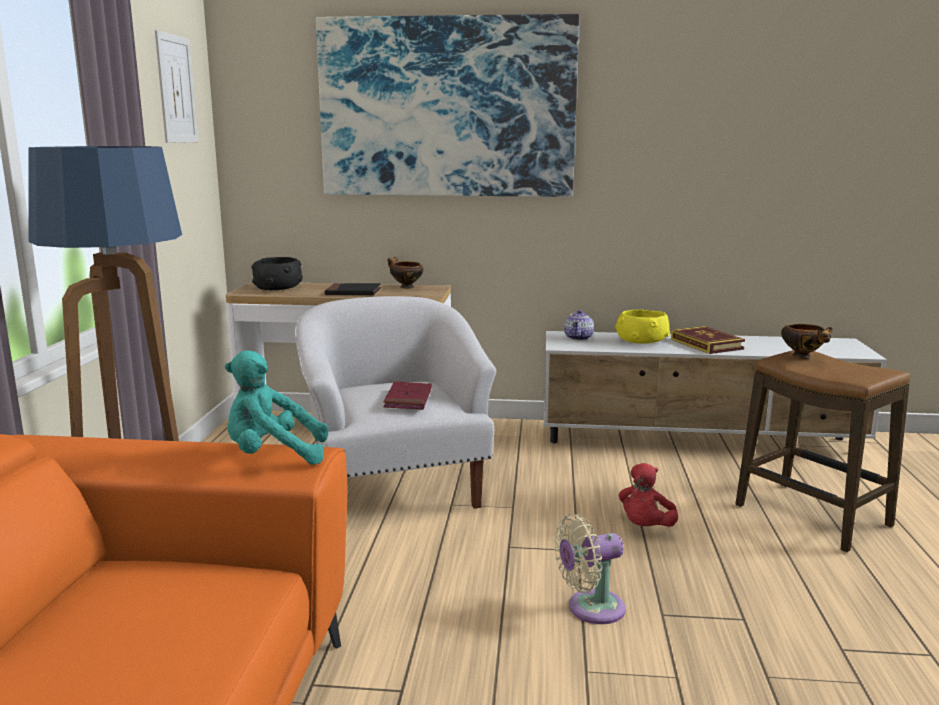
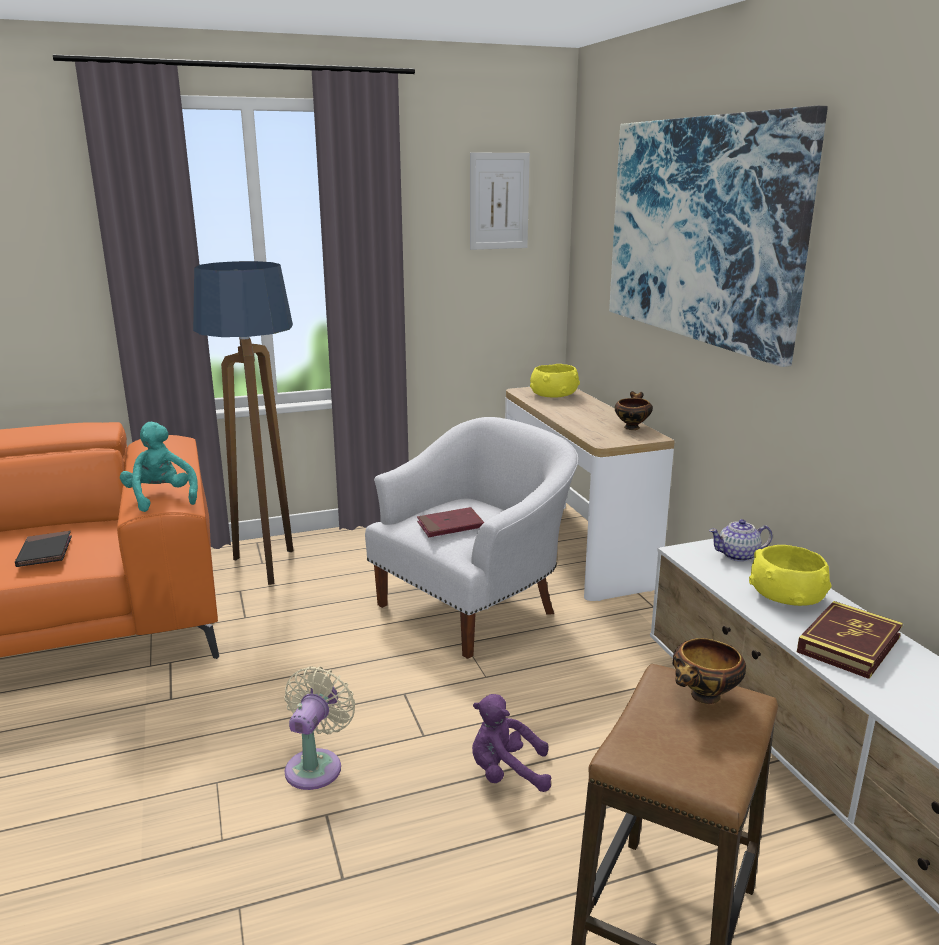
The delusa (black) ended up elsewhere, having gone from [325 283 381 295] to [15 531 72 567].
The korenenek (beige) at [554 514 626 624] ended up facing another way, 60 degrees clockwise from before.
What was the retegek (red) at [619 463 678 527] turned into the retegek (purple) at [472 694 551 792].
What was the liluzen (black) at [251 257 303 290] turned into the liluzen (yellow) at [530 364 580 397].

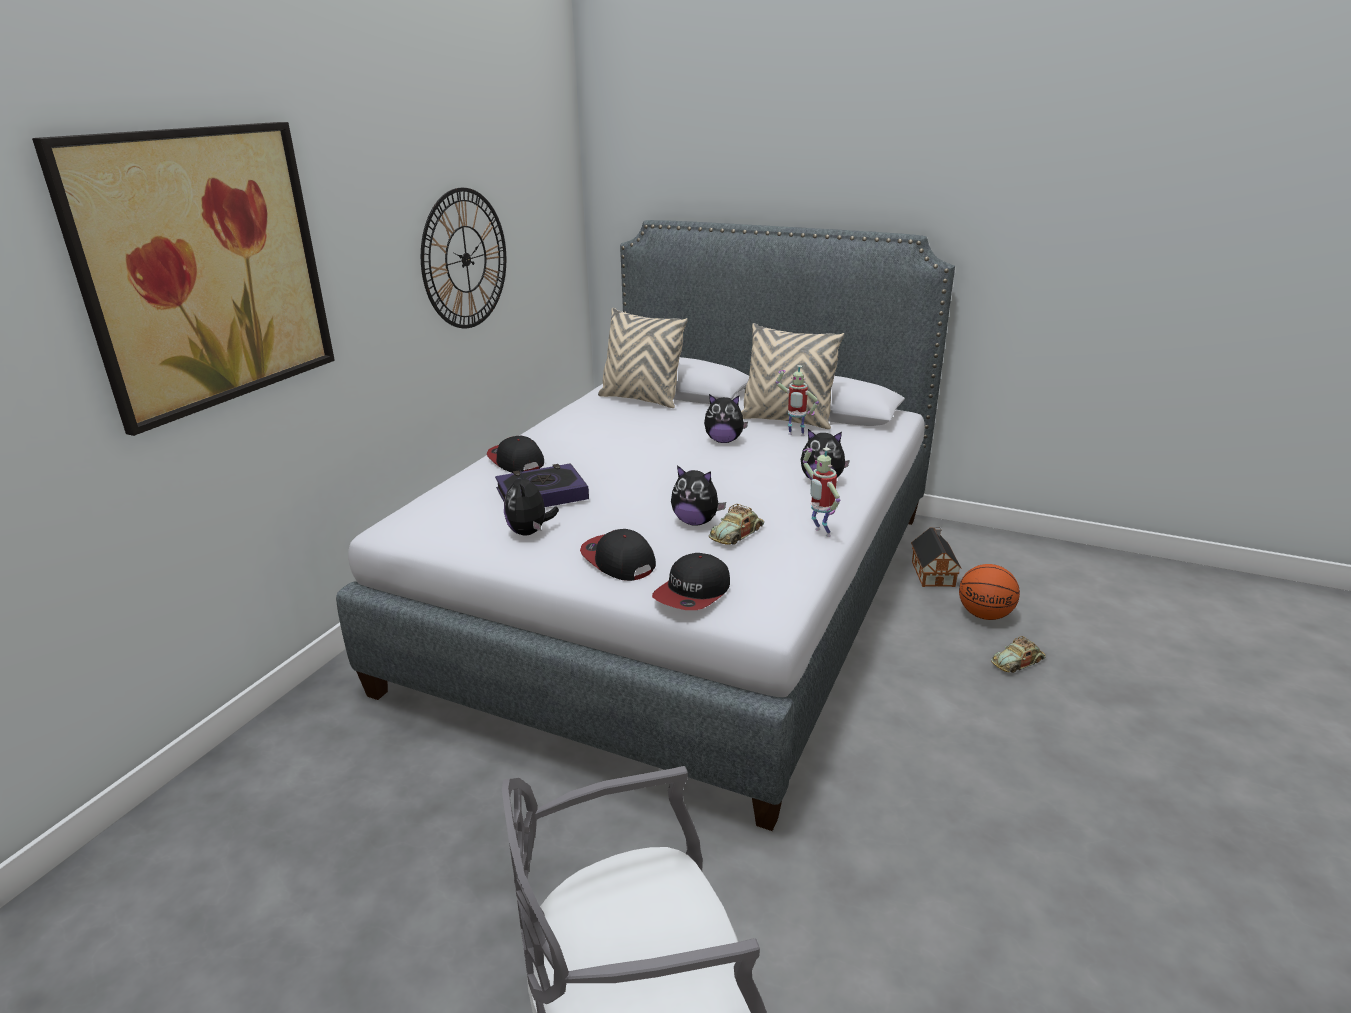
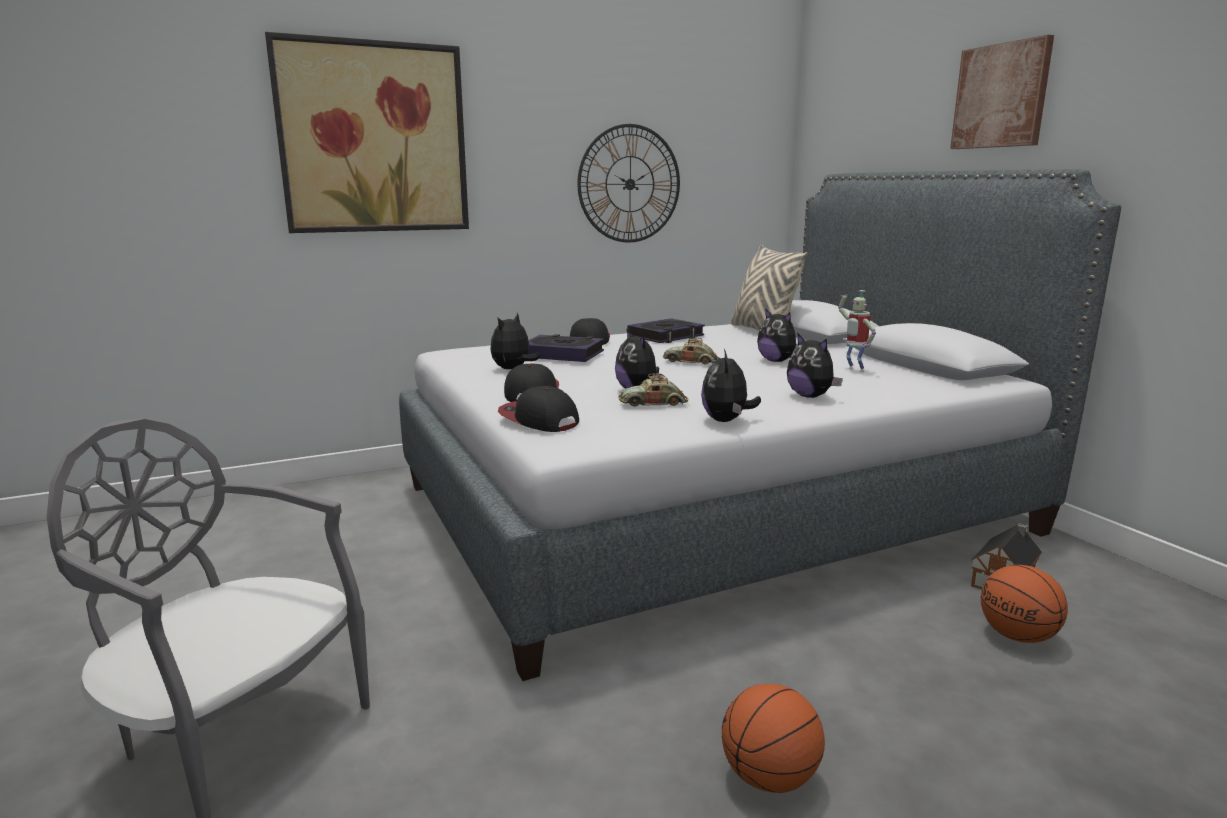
The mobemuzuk at [652 553 730 610] ended up facing another way, 60 degrees clockwise from before.
The second view gained the delusa at [627 318 705 343].
The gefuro ended up elsewhere, having gone from [991 636 1046 673] to [663 337 719 364].
Where the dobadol stood at [803 447 840 537], the retegek came to stand at [701 349 761 422].
The second view gained the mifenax at [722 684 825 793].
The second view gained the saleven at [950 35 1054 149].
The second view lost the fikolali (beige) at [741 323 844 429].

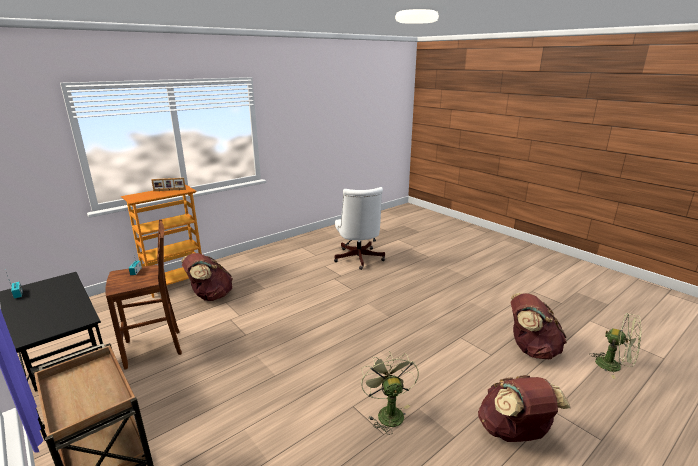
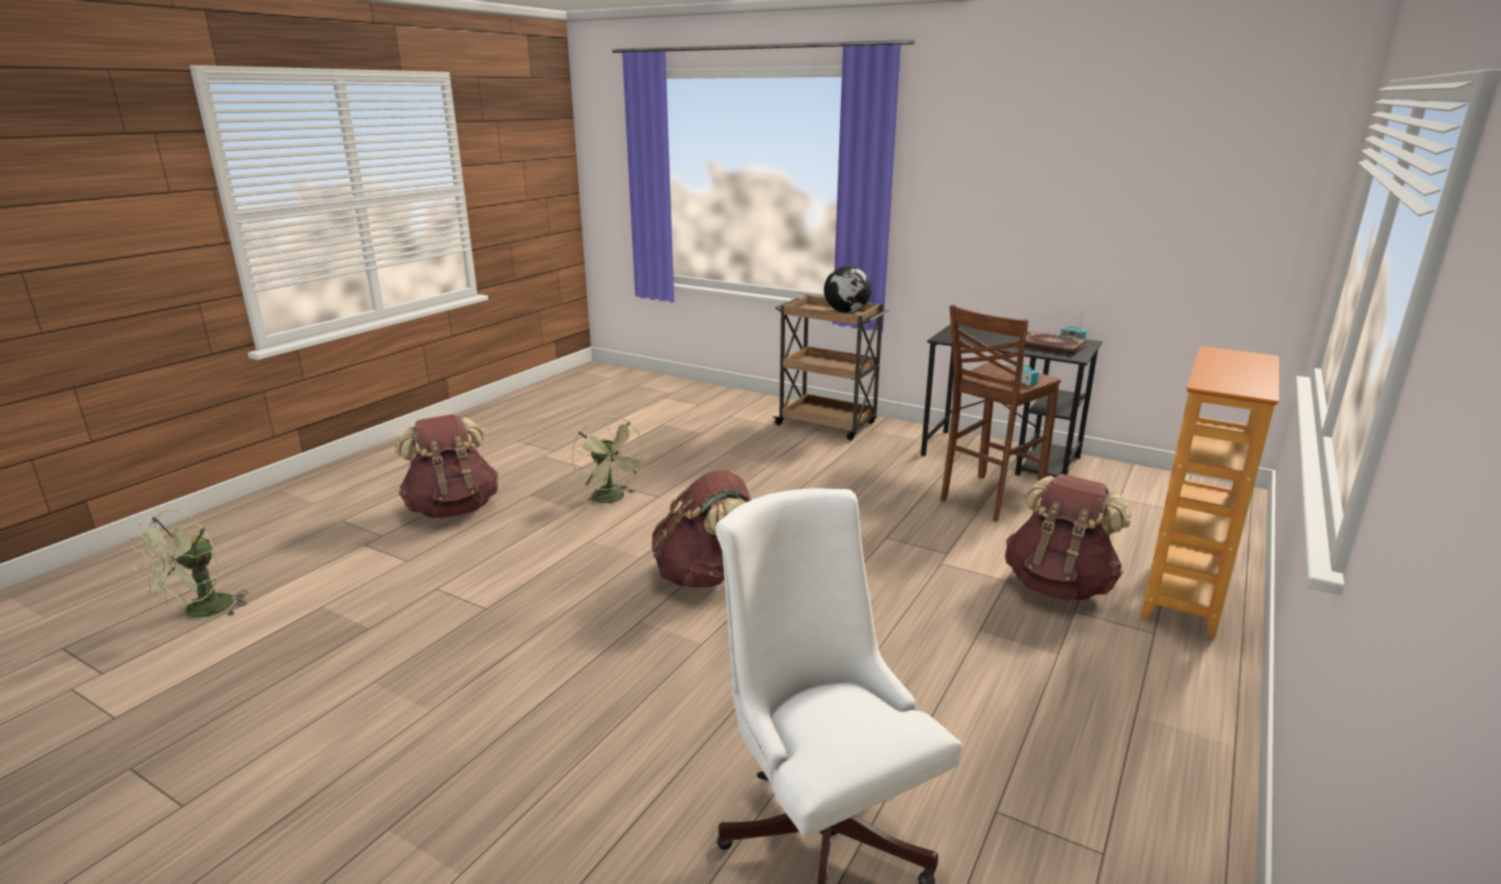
The korenenek (green) at [589 313 642 379] ended up facing another way, 90 degrees counterclockwise from before.
The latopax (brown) ended up elsewhere, having gone from [511 293 567 359] to [652 470 751 587].
The second view gained the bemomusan at [824 266 872 313].
The second view gained the delusa at [1019 331 1088 355].
The second view lost the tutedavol at [151 178 186 191].

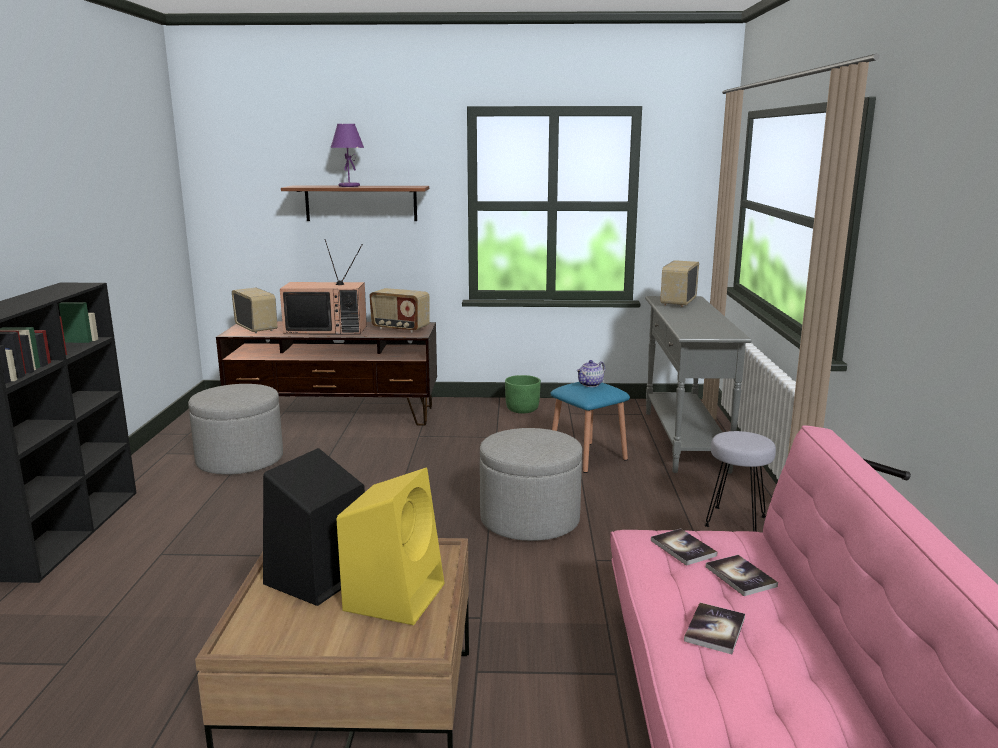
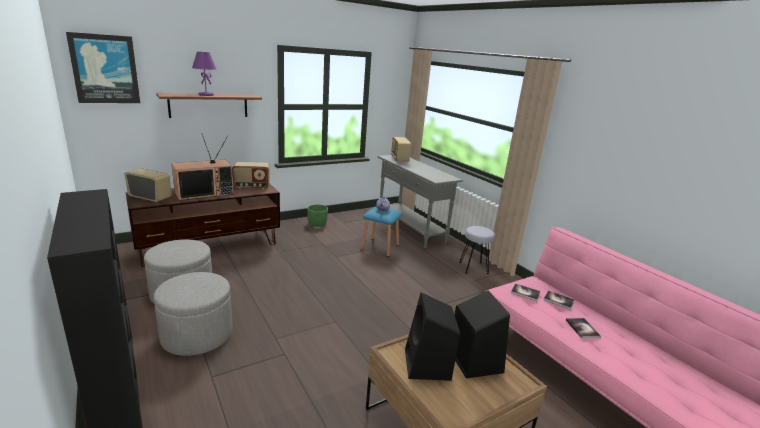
The second view gained the saleven at [66 32 140 103].
The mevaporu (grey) ended up elsewhere, having gone from [480 428 582 541] to [154 272 232 356].
What was the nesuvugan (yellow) at [337 468 444 625] turned into the nesuvugan (black) at [455 290 510 378].

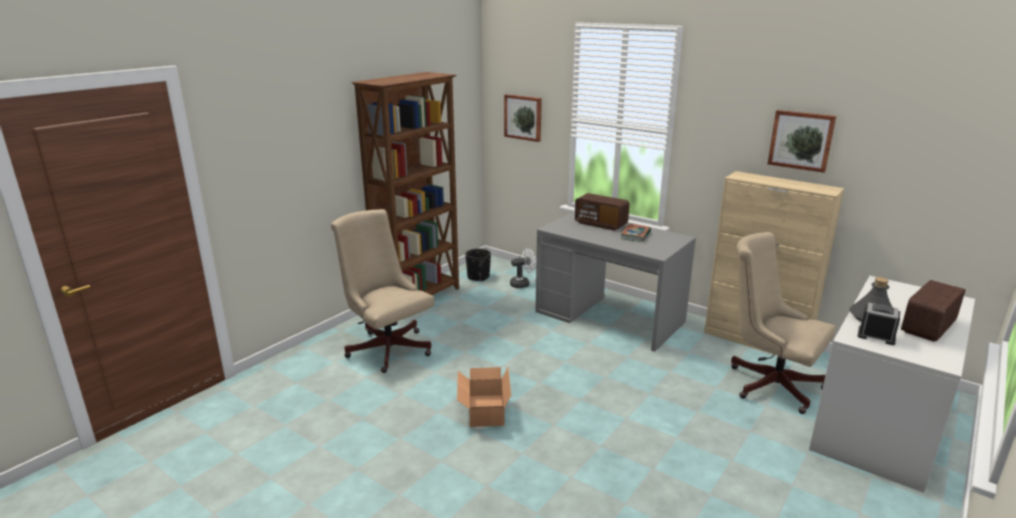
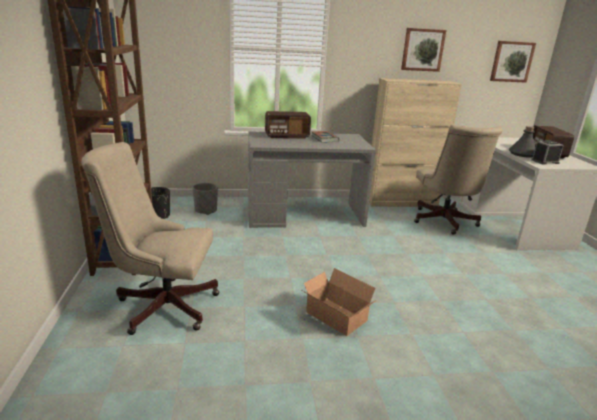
Where the korenenek (white) stood at [510 248 536 288], the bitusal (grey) came to stand at [192 183 218 215].
The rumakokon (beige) at [731 232 836 414] ended up facing another way, 90 degrees counterclockwise from before.
The saleven ended up elsewhere, having gone from [504 94 542 142] to [490 41 536 83].

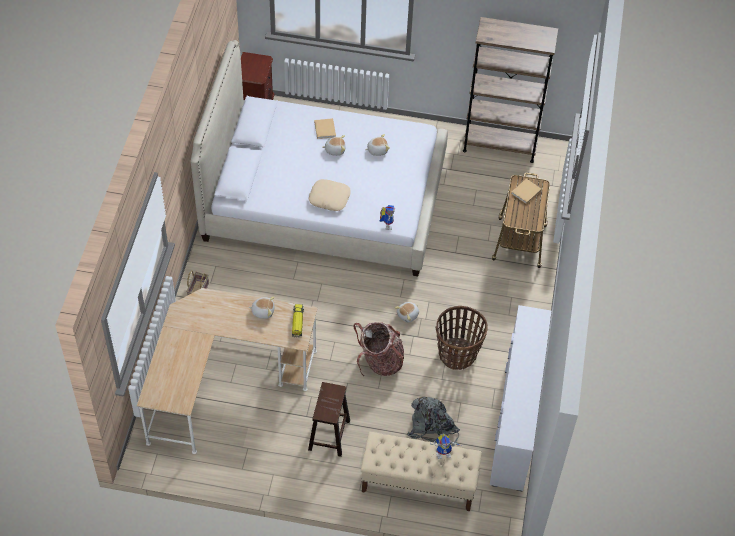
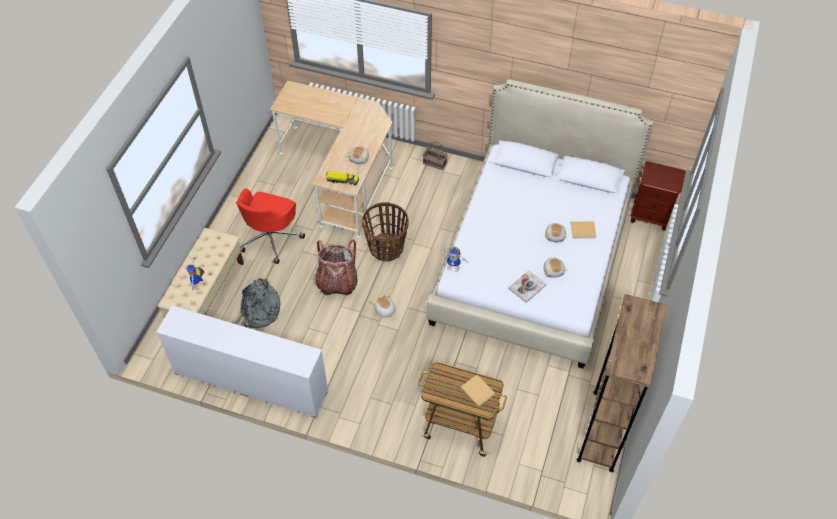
Where the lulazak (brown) stood at [308 382 350 457], the rumakokon (red) came to stand at [236 188 305 264].
The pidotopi ended up elsewhere, having gone from [436 306 488 370] to [362 202 409 262].
The second view gained the delusa at [508 270 547 303].
The second view lost the fikolali (beige) at [308 179 351 211].

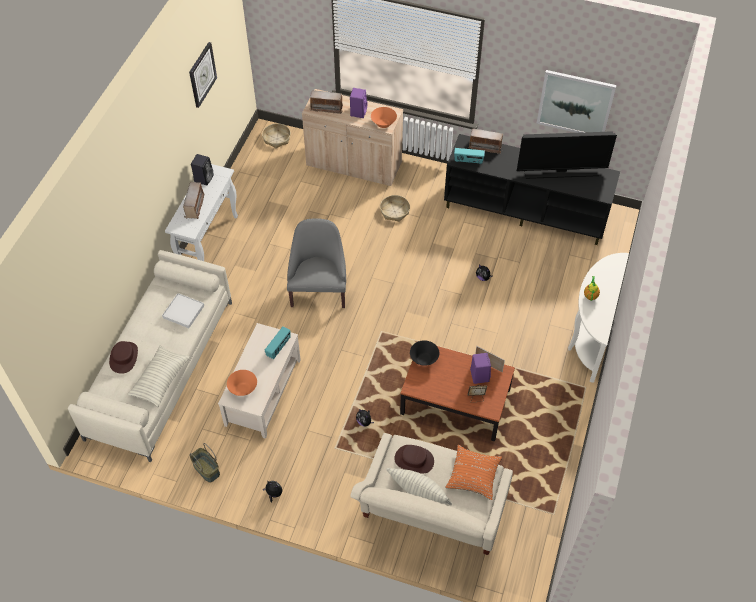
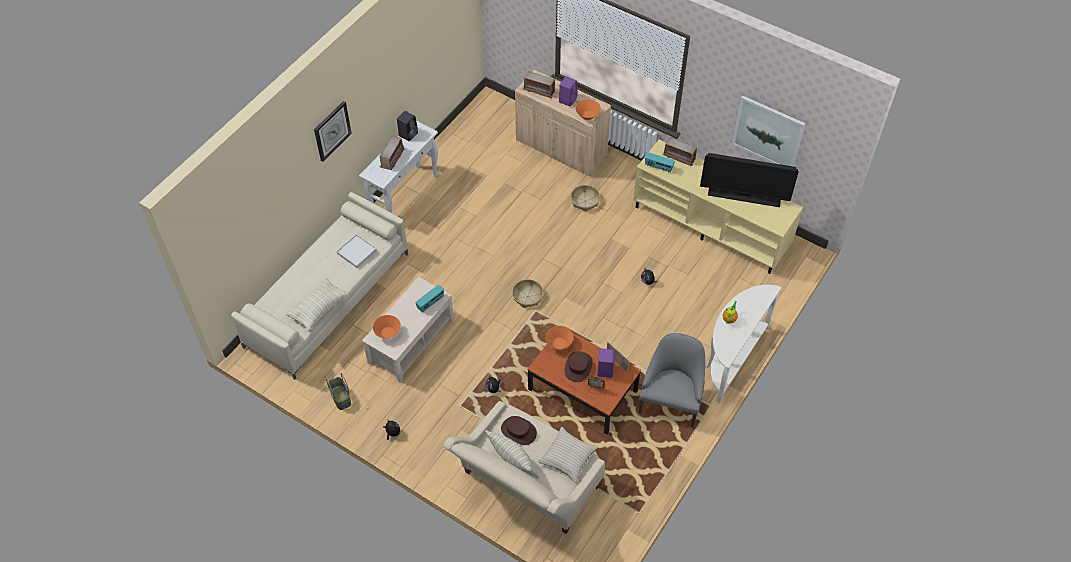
The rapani ended up elsewhere, having gone from [189 42 217 108] to [314 101 352 162].
The pidotopi ended up elsewhere, having gone from [262 123 291 148] to [512 279 543 308].
What was the fikolali (orange) at [445 445 502 500] turned into the fikolali (beige) at [537 427 598 483].
What was the liluzen (black) at [410 340 439 366] turned into the liluzen (orange) at [545 326 573 349].
The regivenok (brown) ended up elsewhere, having gone from [109 341 138 374] to [565 352 593 382].
What was the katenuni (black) at [444 134 620 245] turned into the katenuni (beige) at [633 139 803 274].
The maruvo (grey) ended up elsewhere, having gone from [287 218 346 308] to [639 333 705 427].

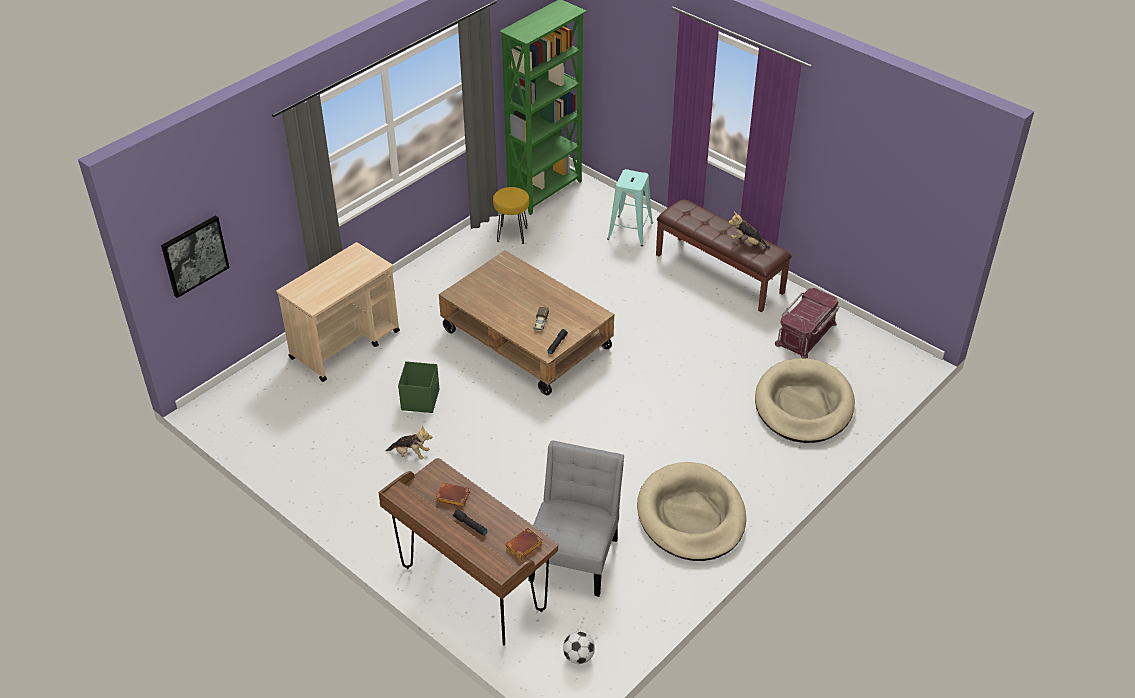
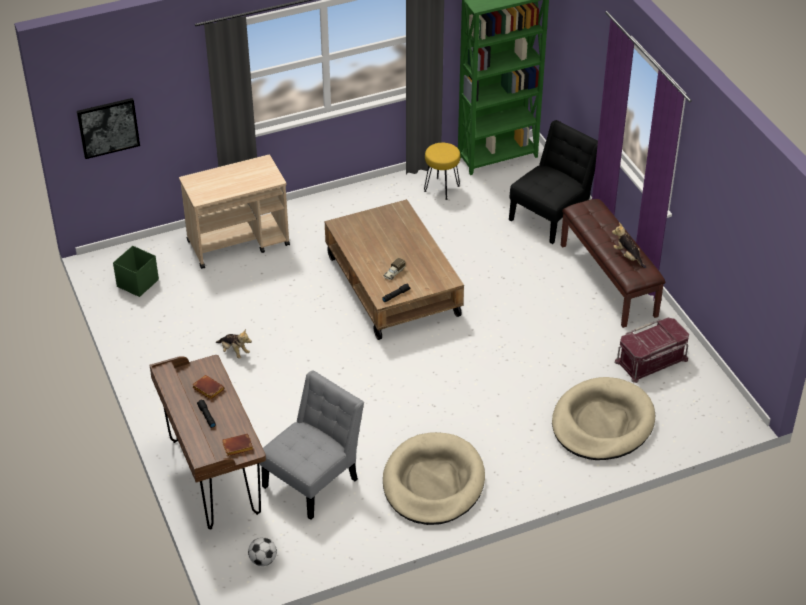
The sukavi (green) ended up elsewhere, having gone from [398 361 439 413] to [113 246 159 297].
Where the lulazak (turquoise) stood at [607 169 653 246], the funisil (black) came to stand at [509 120 598 244].

